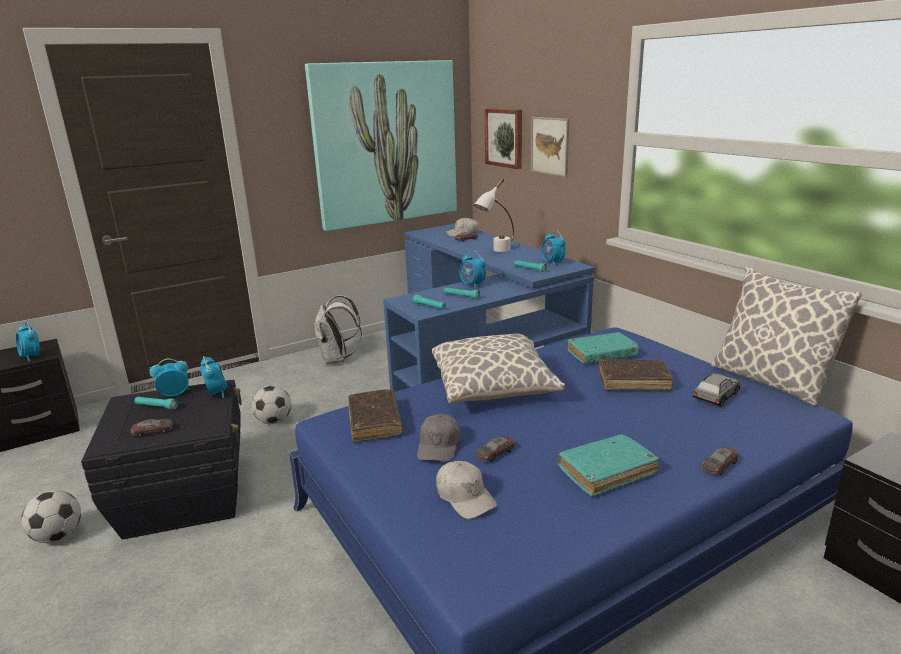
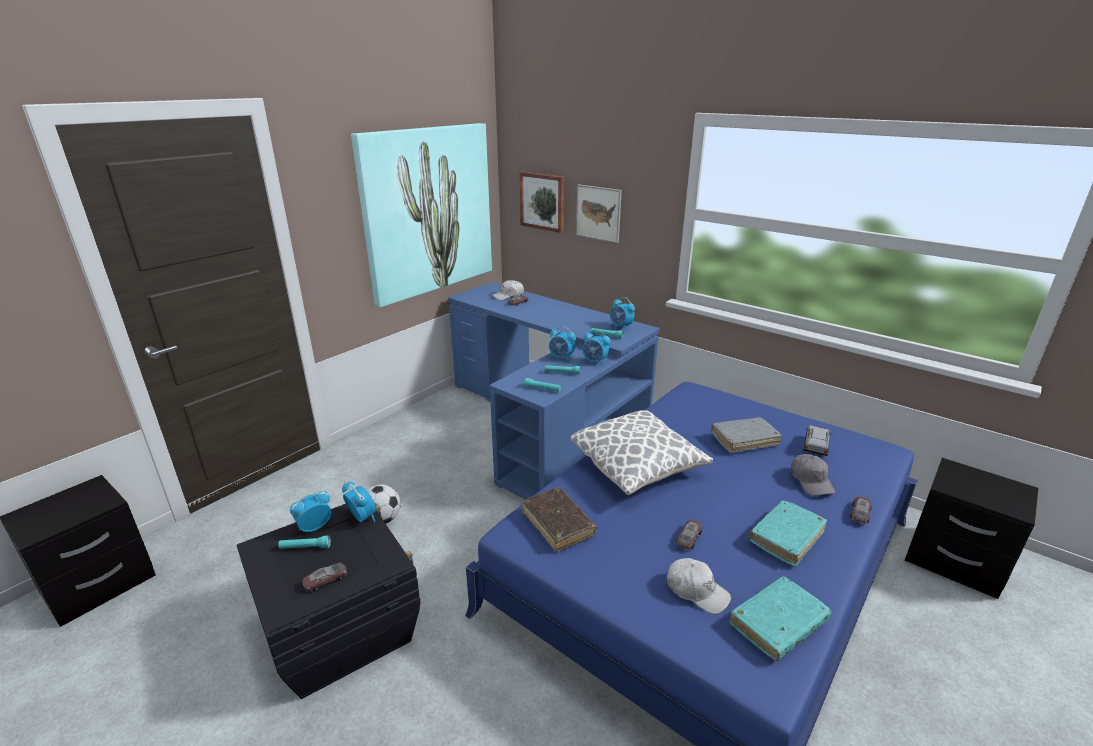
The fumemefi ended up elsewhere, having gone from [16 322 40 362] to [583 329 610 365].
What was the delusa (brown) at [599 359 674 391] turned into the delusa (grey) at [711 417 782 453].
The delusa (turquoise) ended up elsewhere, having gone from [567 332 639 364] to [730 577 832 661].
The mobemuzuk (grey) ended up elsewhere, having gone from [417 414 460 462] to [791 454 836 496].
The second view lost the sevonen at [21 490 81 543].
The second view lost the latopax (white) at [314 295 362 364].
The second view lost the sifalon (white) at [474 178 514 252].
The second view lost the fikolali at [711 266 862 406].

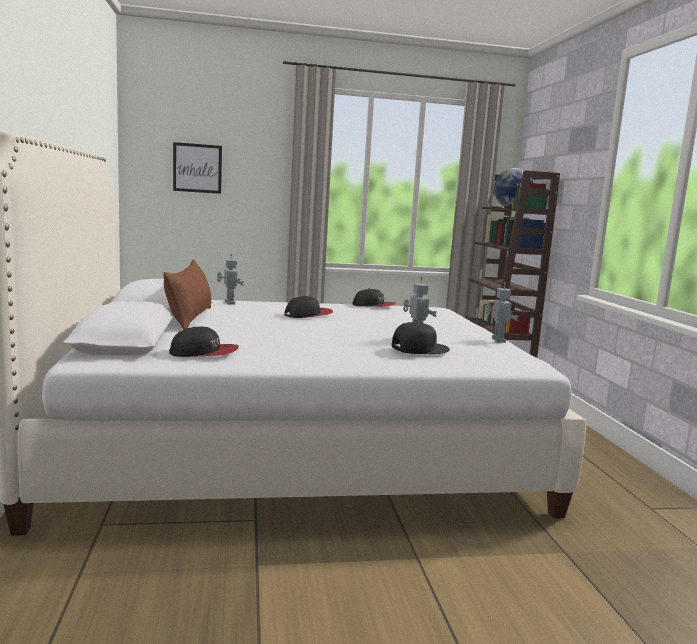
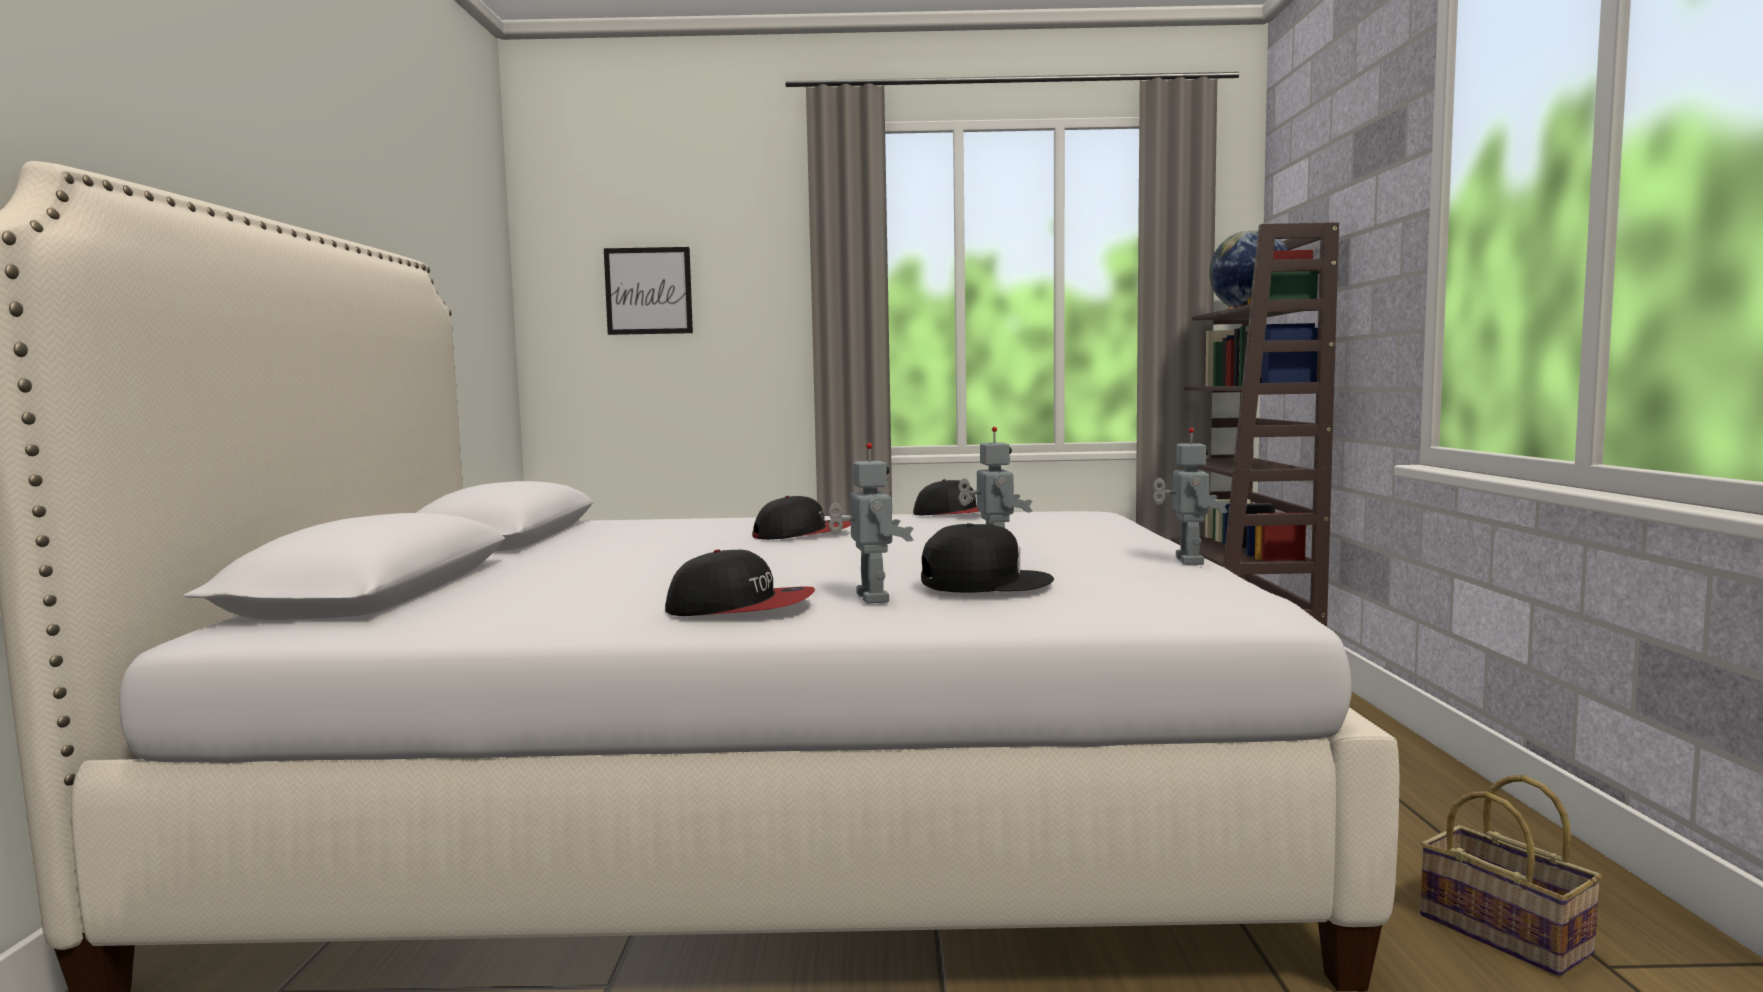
The mobemuzuk ended up elsewhere, having gone from [169 327 239 357] to [665 550 815 616].
The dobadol ended up elsewhere, having gone from [217 254 244 304] to [828 443 914 604].
The second view gained the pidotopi at [1420 775 1603 976].
The second view lost the fikolali (brown) at [163 259 211 330].

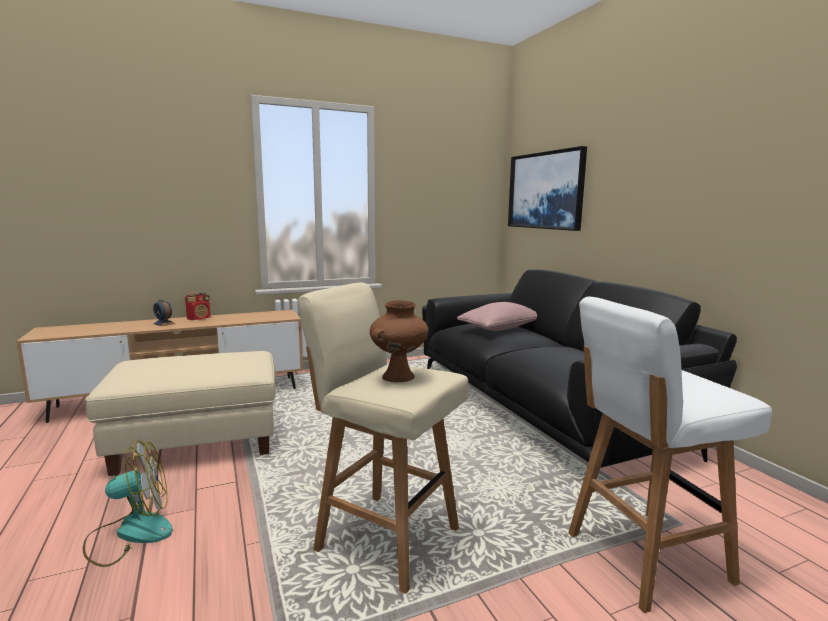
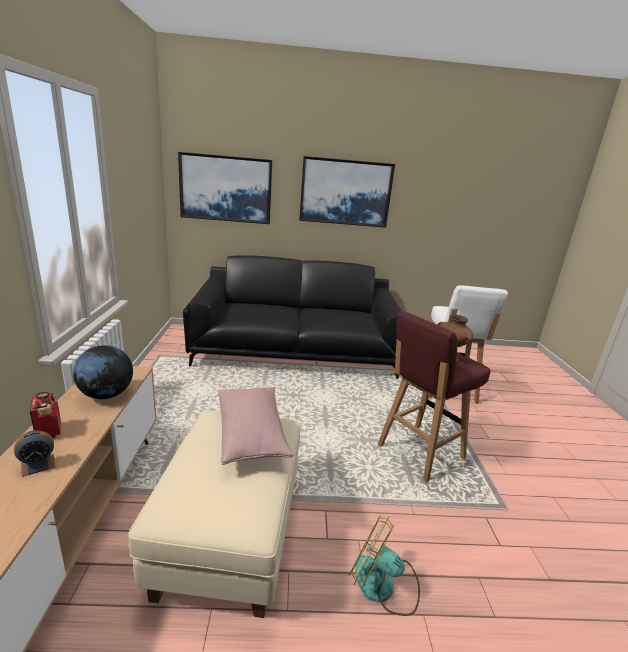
The second view gained the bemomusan at [73 345 133 399].
The fikolali (pink) ended up elsewhere, having gone from [457 302 537 331] to [218 387 294 465].
The second view gained the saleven at [299 156 395 228].
The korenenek at [83 440 173 567] ended up facing another way, 60 degrees counterclockwise from before.
What was the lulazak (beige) at [297 283 469 594] turned into the lulazak (red) at [377 311 491 483].

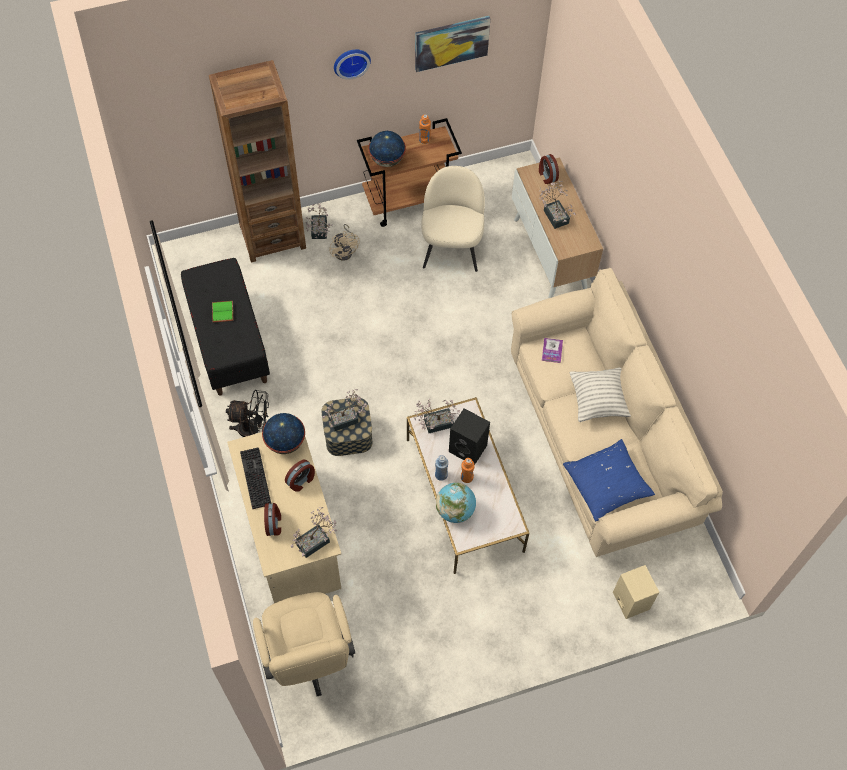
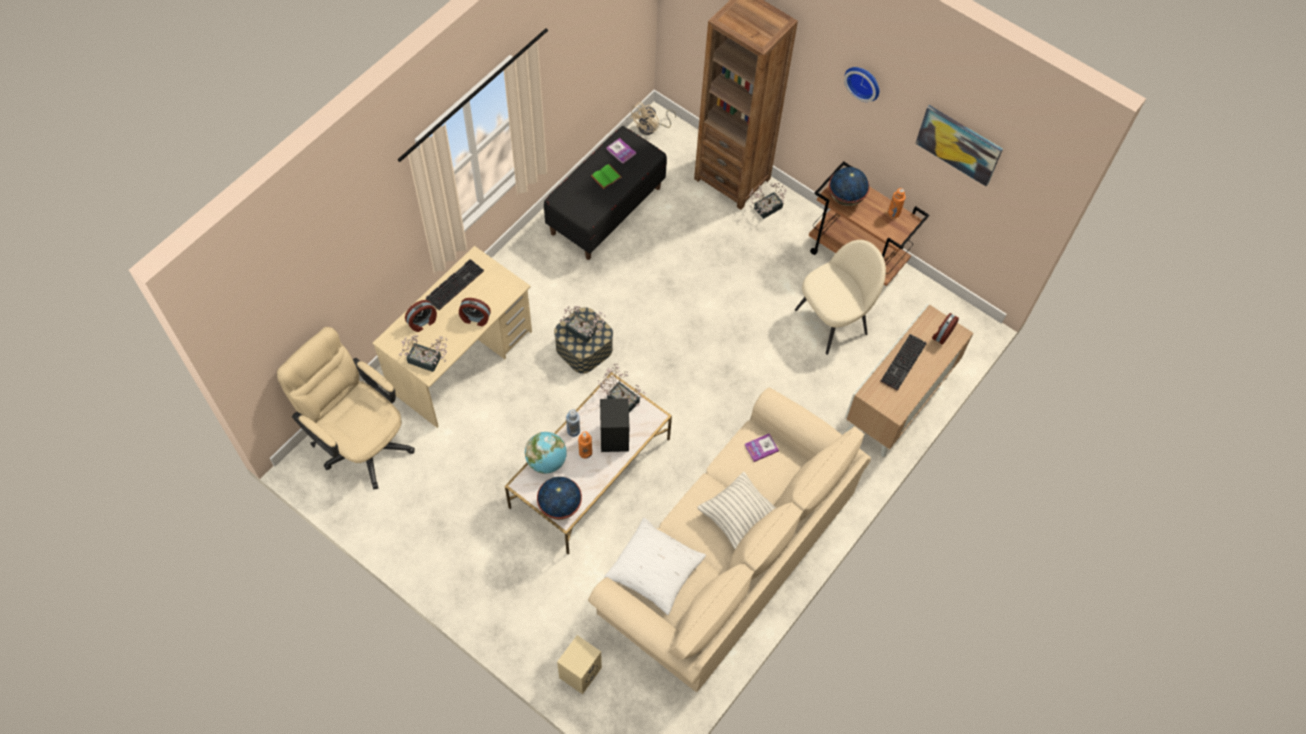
The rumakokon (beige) at [253 592 355 696] ended up facing another way, 90 degrees clockwise from before.
The bemomusan ended up elsewhere, having gone from [262 413 305 454] to [537 477 582 520].
What was the fikolali (blue) at [563 439 655 521] turned into the fikolali (white) at [604 518 706 615].
The second view gained the delusa at [606 138 636 164].
The korenenek (beige) ended up elsewhere, having gone from [329 224 360 261] to [630 102 676 135].
Where the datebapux stood at [539 180 576 229], the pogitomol came to stand at [881 334 927 391].
The second view lost the korenenek (black) at [226 390 269 437].

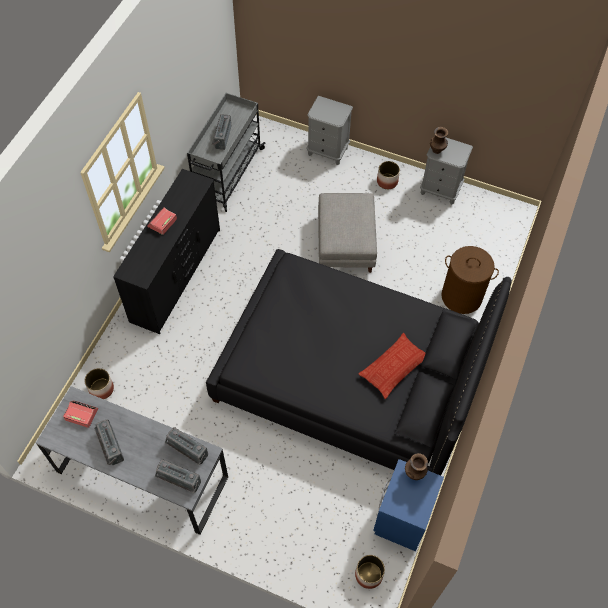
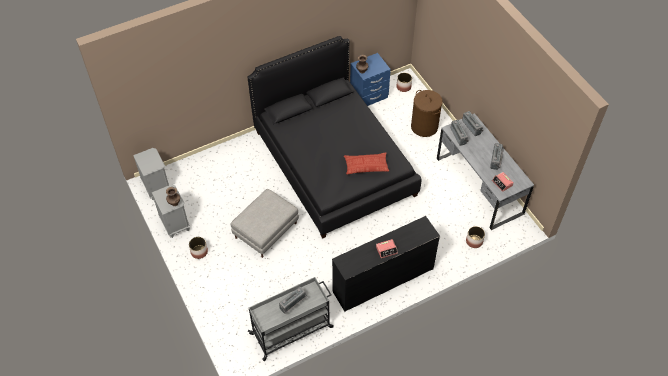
The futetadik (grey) ended up elsewhere, having gone from [306 96 353 165] to [133 148 169 200].
The fikolali ended up elsewhere, having gone from [358 333 426 399] to [344 153 389 174].
The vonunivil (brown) ended up elsewhere, having gone from [442 246 499 314] to [411 90 443 137].

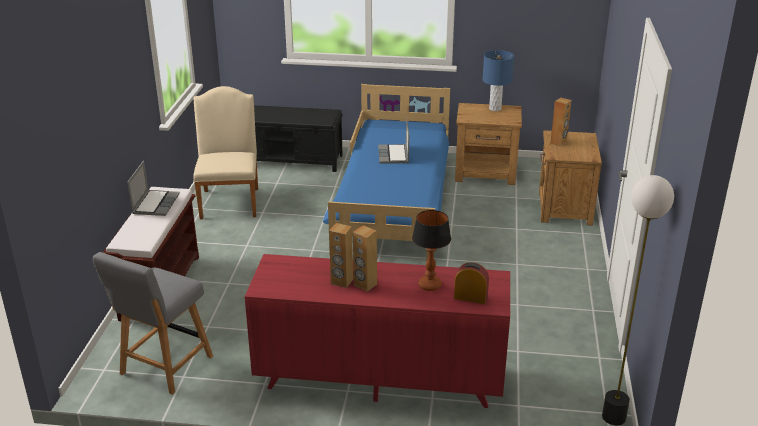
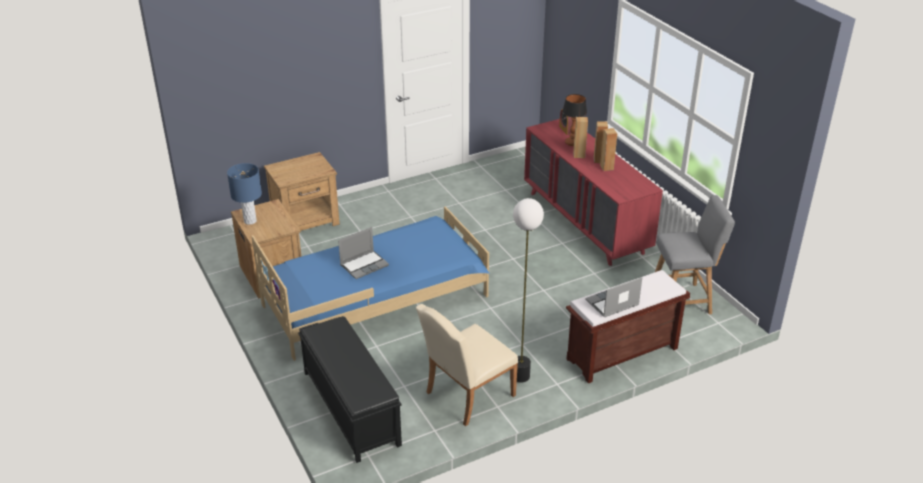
The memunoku ended up elsewhere, having gone from [602 175 674 425] to [513 198 544 382].
The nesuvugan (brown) ended up elsewhere, having gone from [550 98 571 147] to [573 117 588 158].

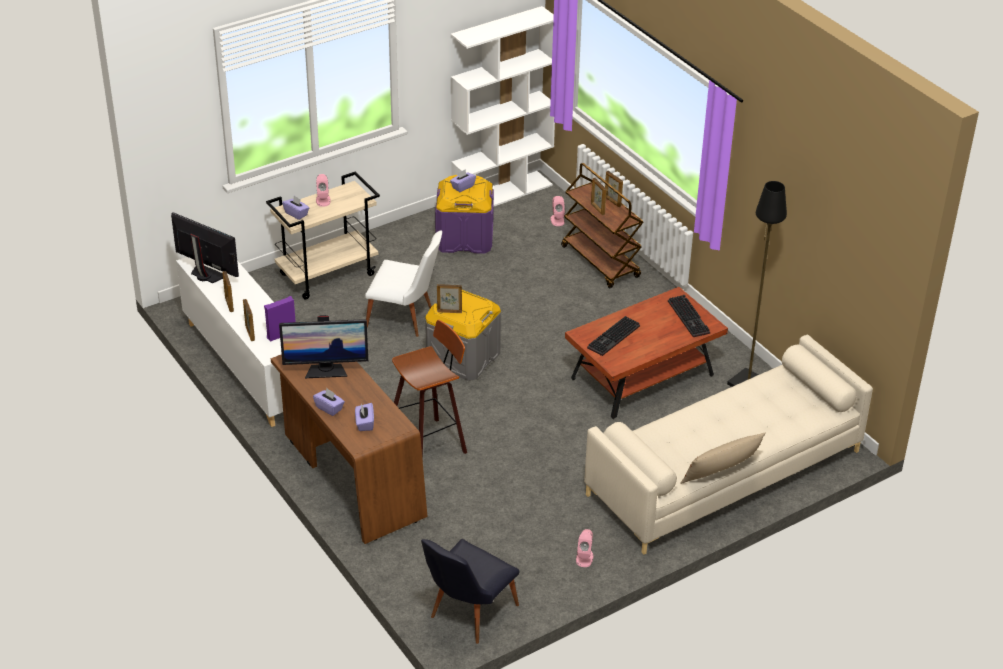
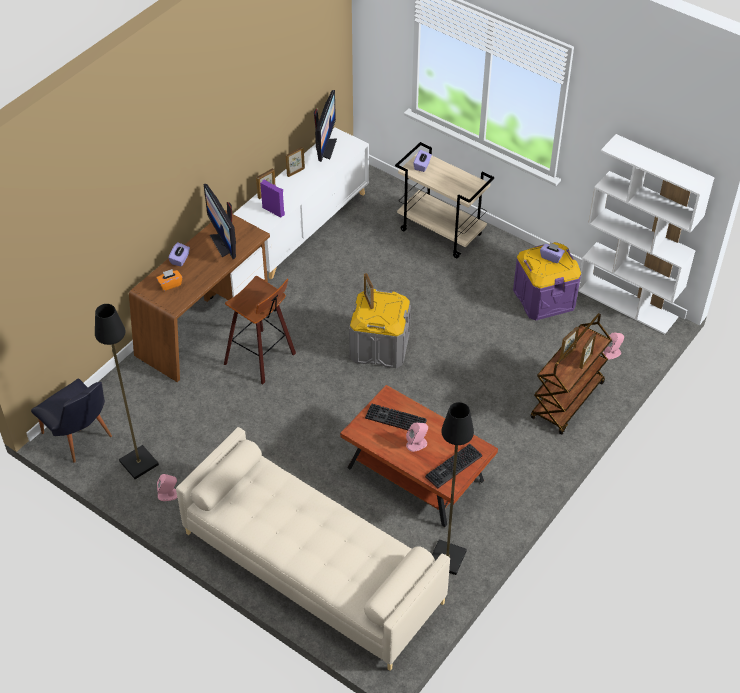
The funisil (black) at [421 539 520 644] ended up facing another way, 150 degrees counterclockwise from before.
The second view gained the memunoku (black) at [95 304 159 479].
What was the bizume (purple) at [355 403 374 431] turned into the bizume (orange) at [157 269 182 291].
The nesuvugan (pink) ended up elsewhere, having gone from [316 174 331 207] to [406 422 428 452].
The second view lost the funisil (white) at [365 230 442 337].
The second view lost the fikolali (beige) at [680 433 766 484].

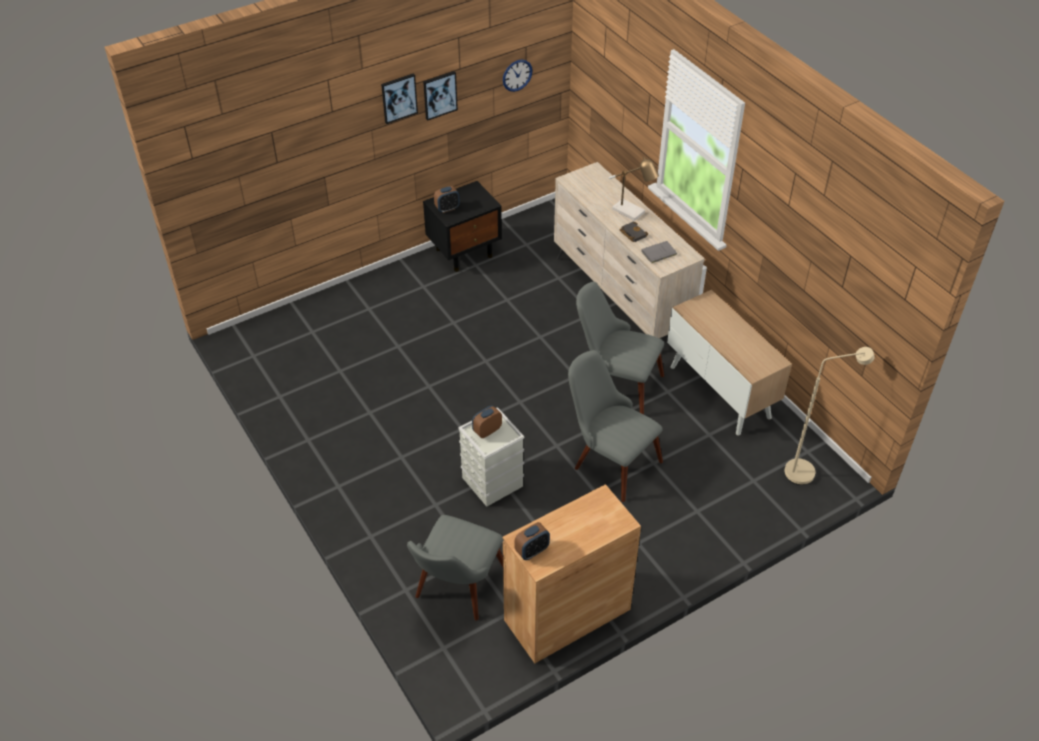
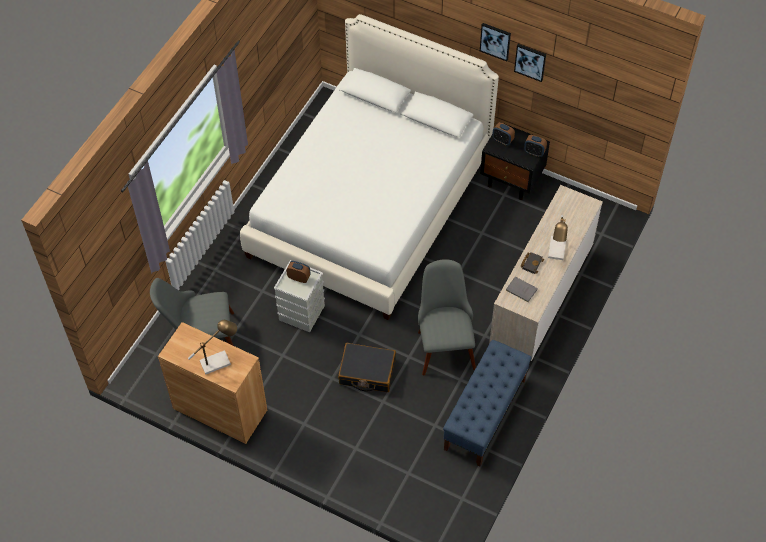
The second view gained the sifalon at [188 320 237 375].
The second view gained the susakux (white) at [240 14 499 320].
Where the funisil (grey) stood at [568 350 663 502], the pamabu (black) came to stand at [338 343 396 392].
Where the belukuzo stood at [667 290 792 436], the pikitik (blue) came to stand at [443 340 532 466].
The fumemefi ended up elsewhere, having gone from [514 522 550 560] to [524 135 547 157].
The second view lost the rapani at [503 59 533 92].
The second view lost the memunoku (beige) at [784 347 875 485].

